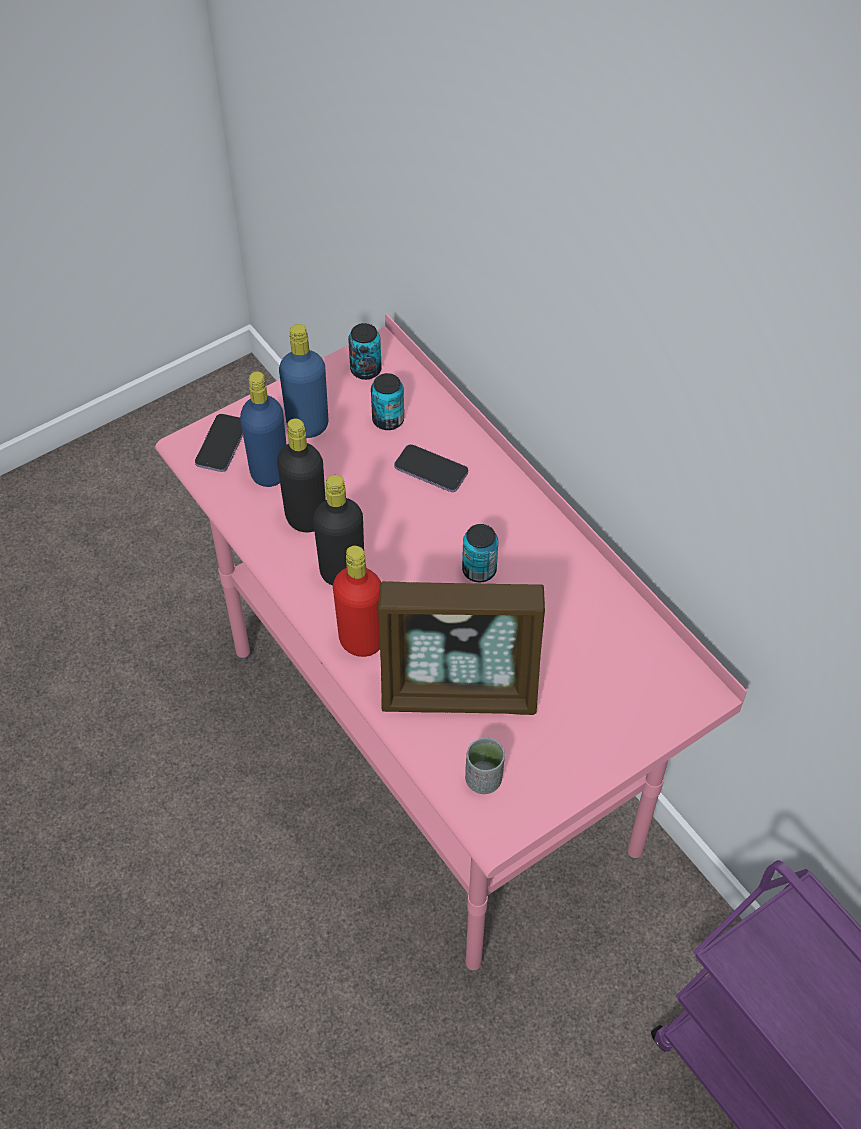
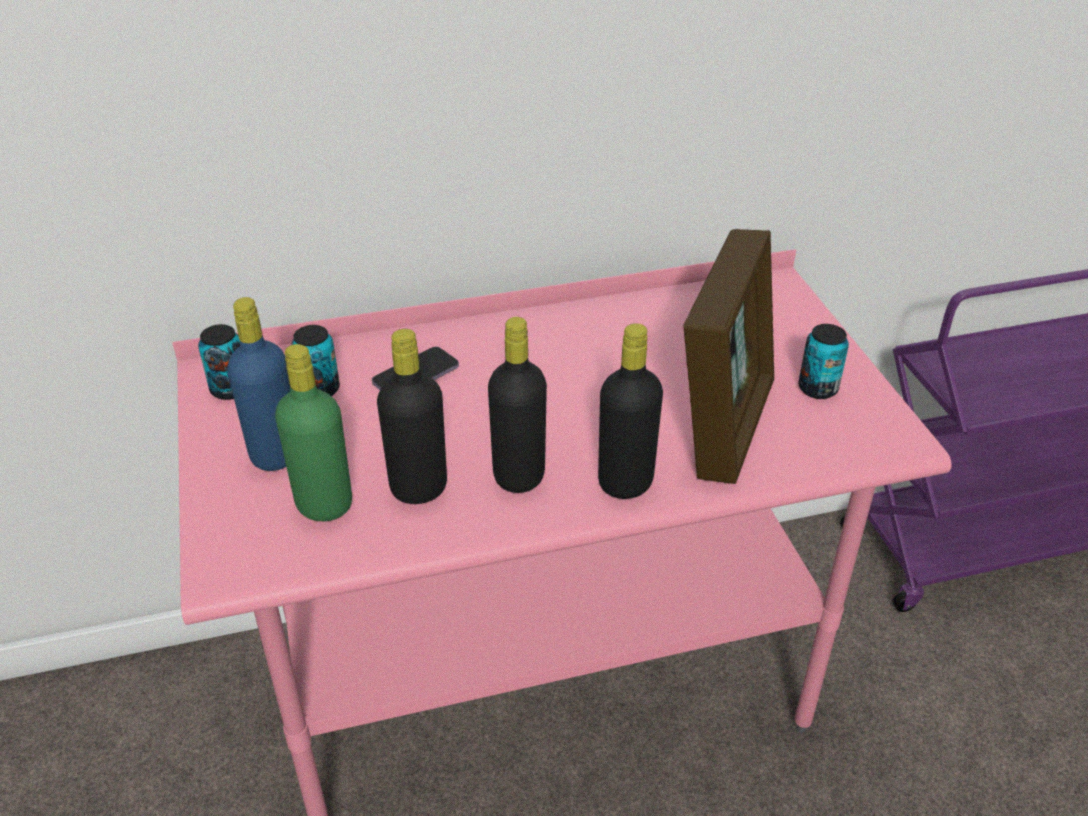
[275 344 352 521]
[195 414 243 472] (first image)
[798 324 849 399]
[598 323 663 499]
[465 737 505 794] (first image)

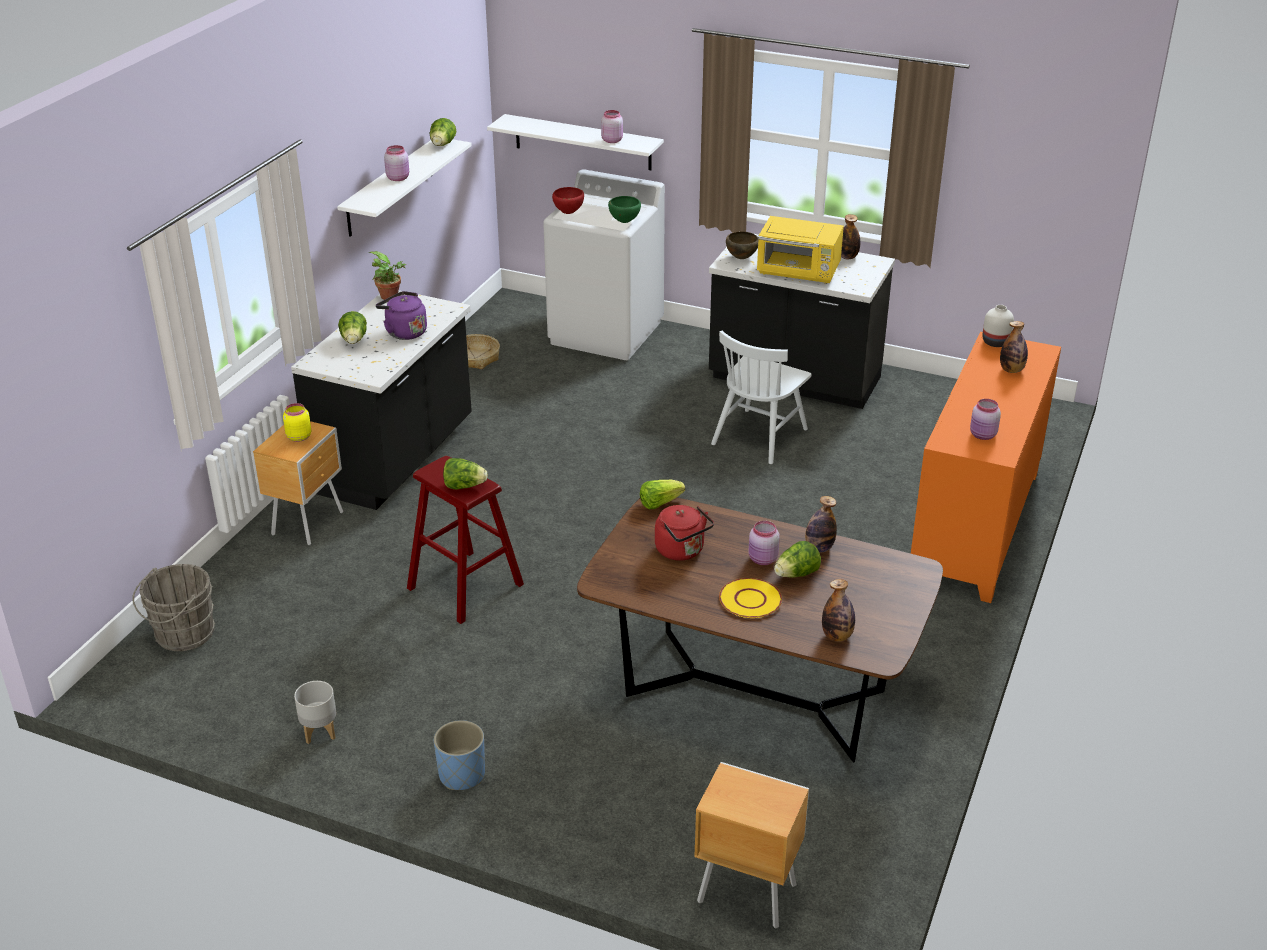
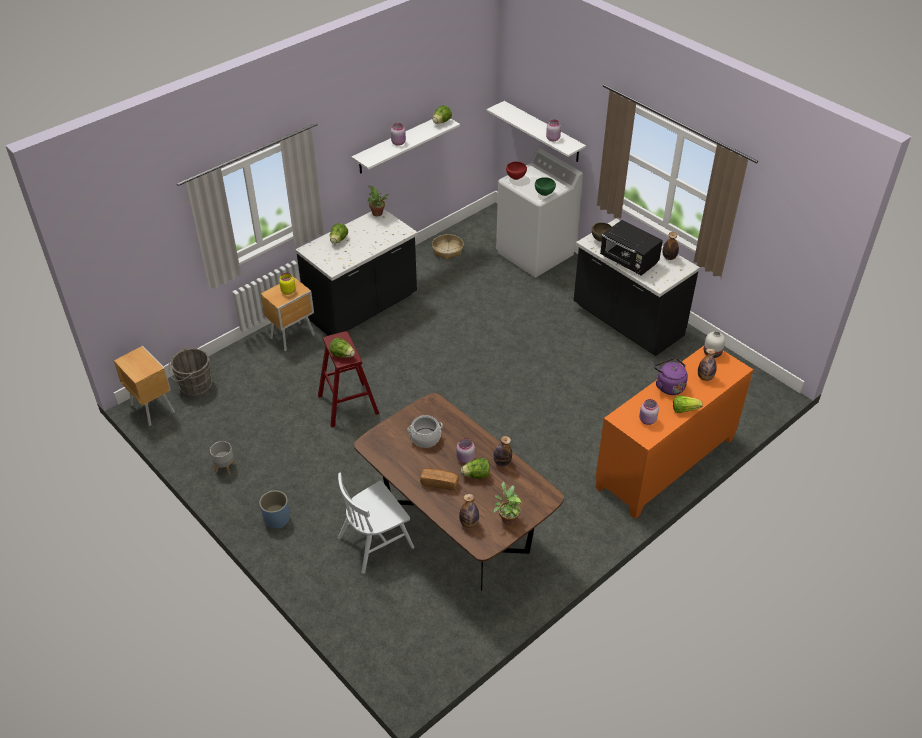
[600 220 663 276]
[654 358 688 395]
[338 473 414 574]
[673 395 703 413]
[407 415 443 448]
[420 468 459 490]
[114 346 175 426]
[493 481 522 525]

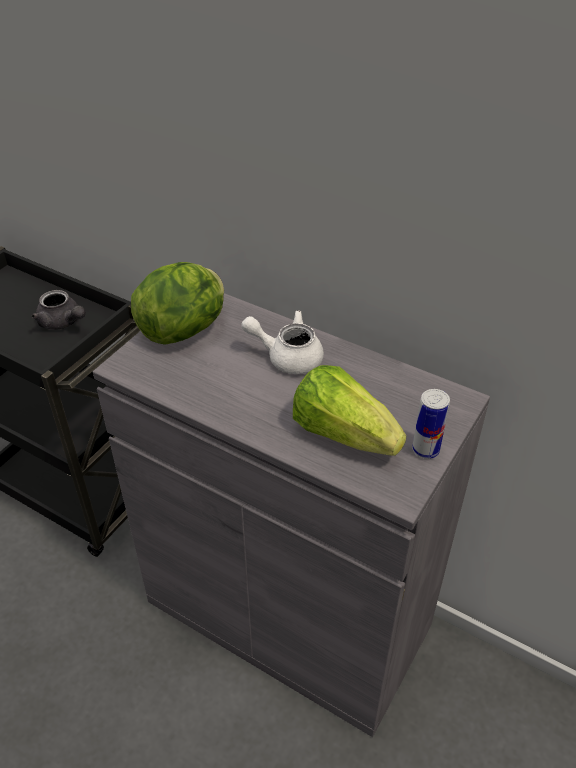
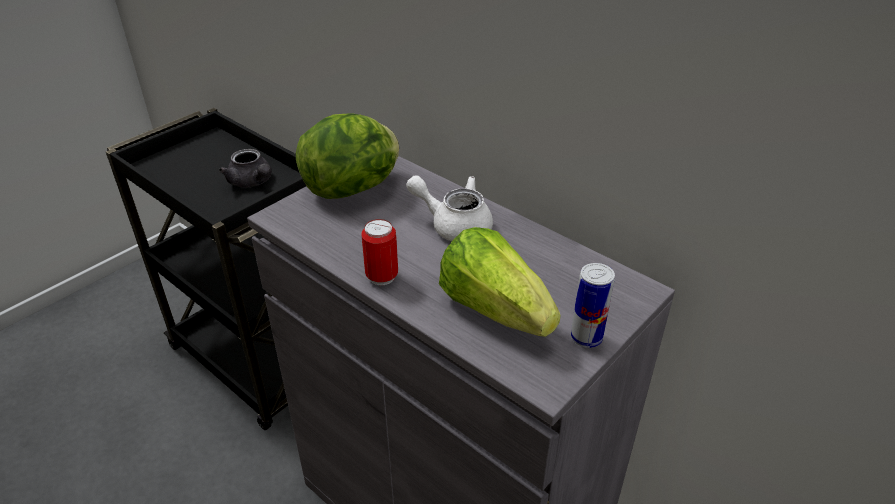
[361 219 398 285]

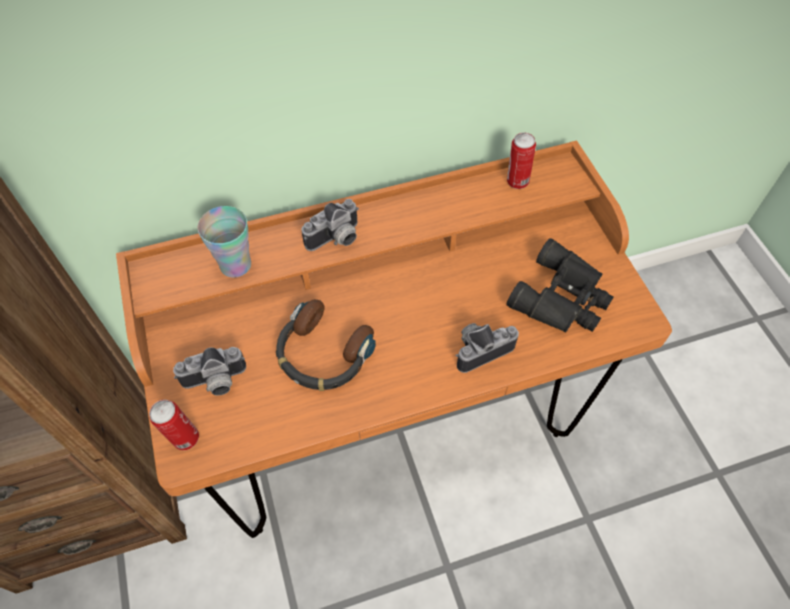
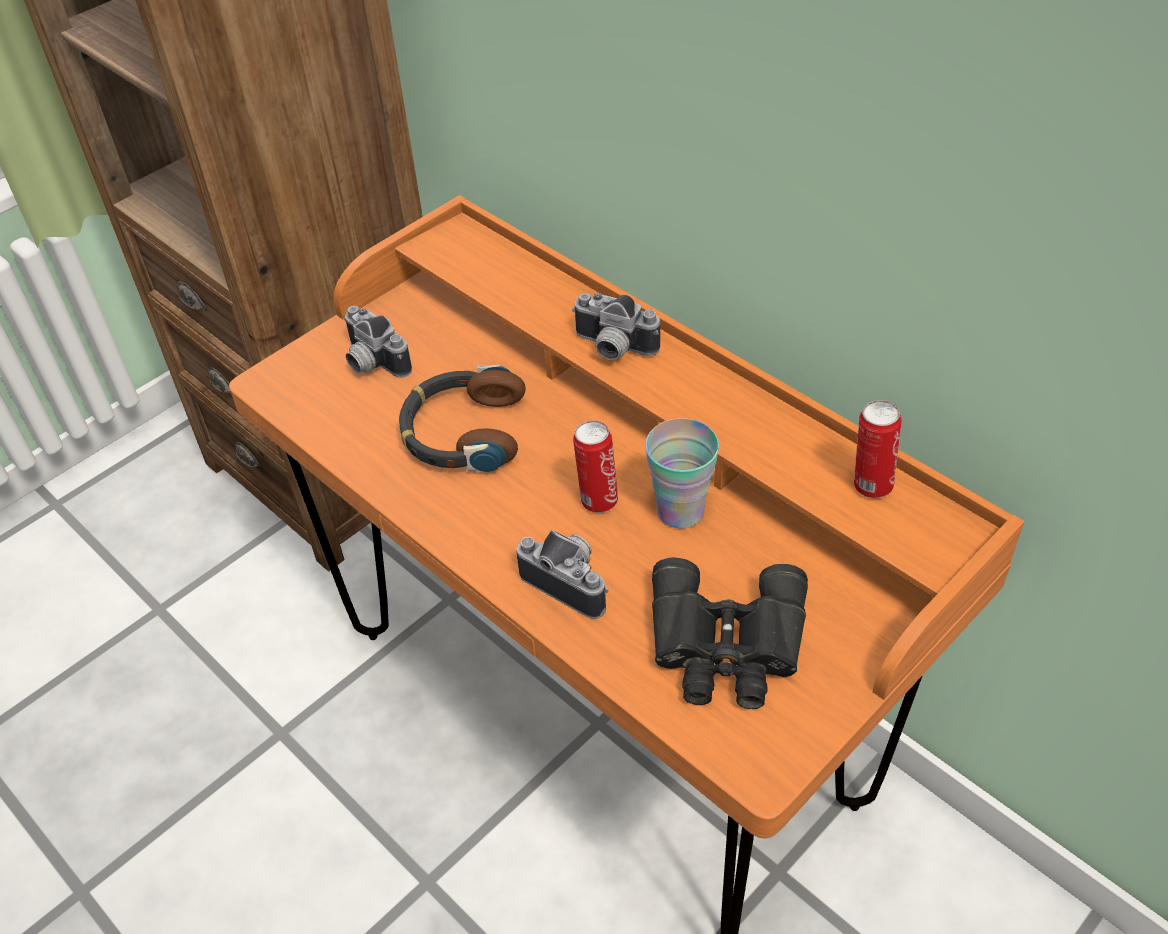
[645 418 719 529]
[573 420 618 513]

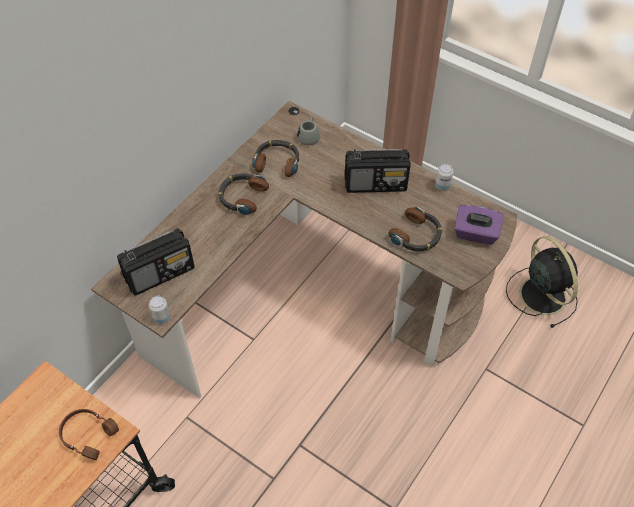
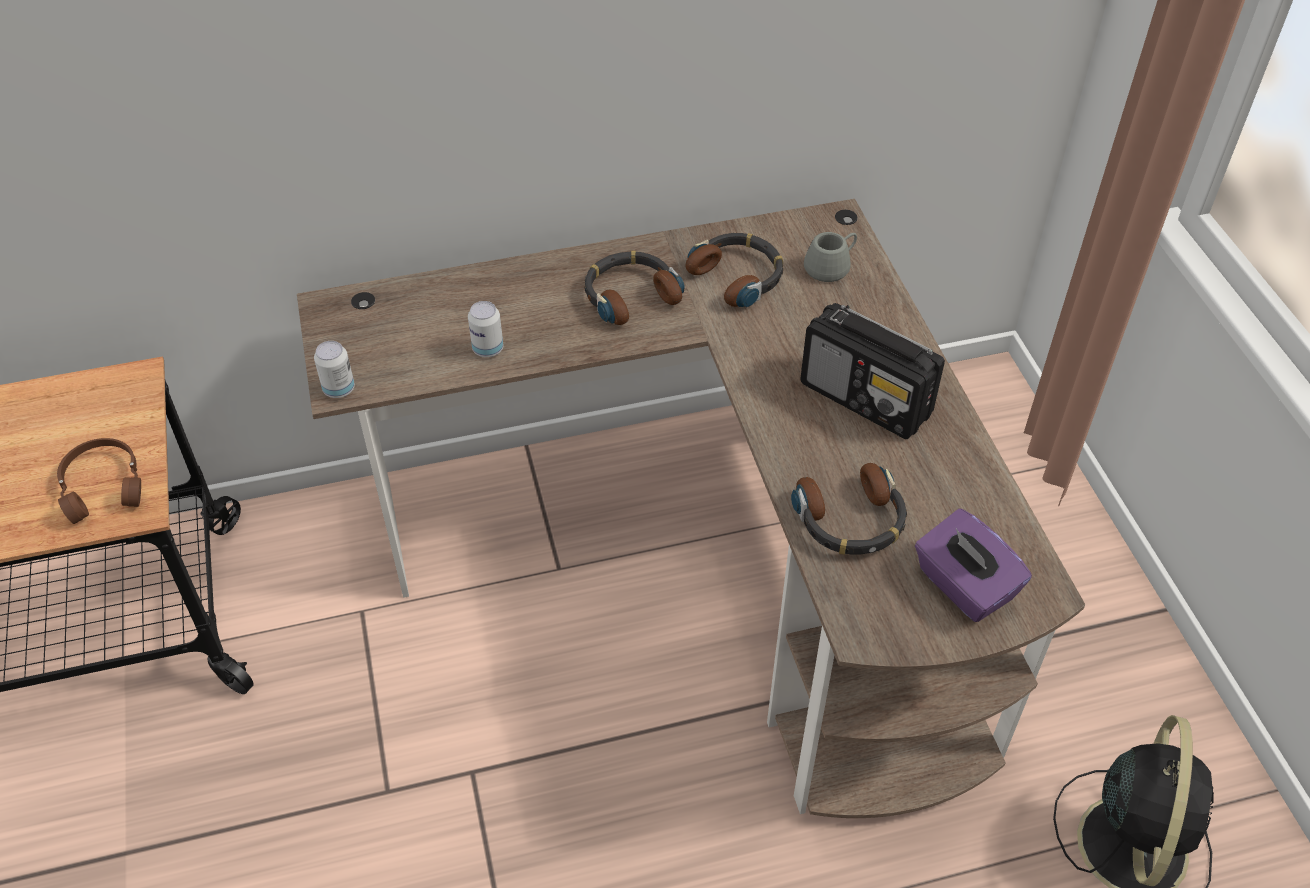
[468 301 503 357]
[117 228 195 296] (first image)

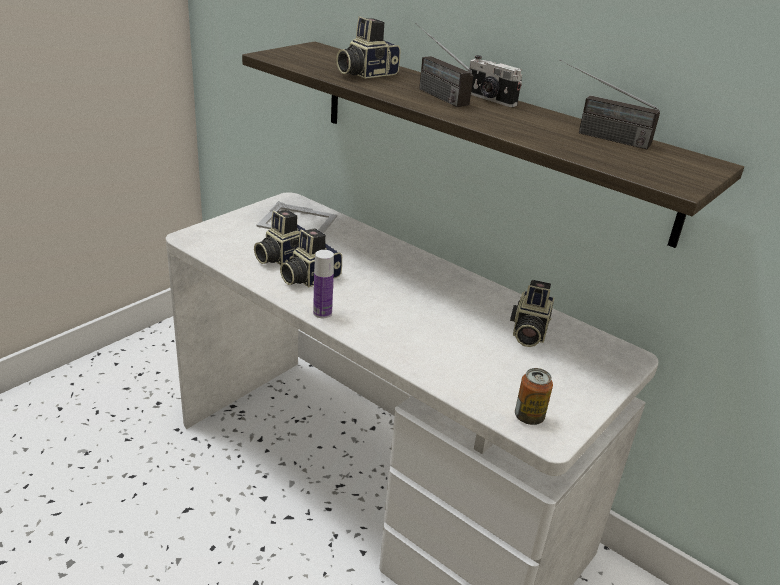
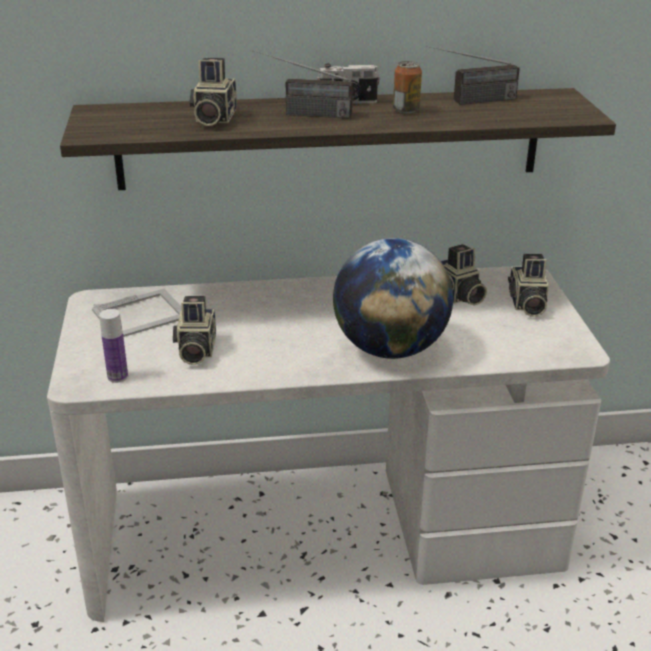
[508 254 549 317]
[99 309 128 383]
[393 61 422 114]
[333 238 453 359]

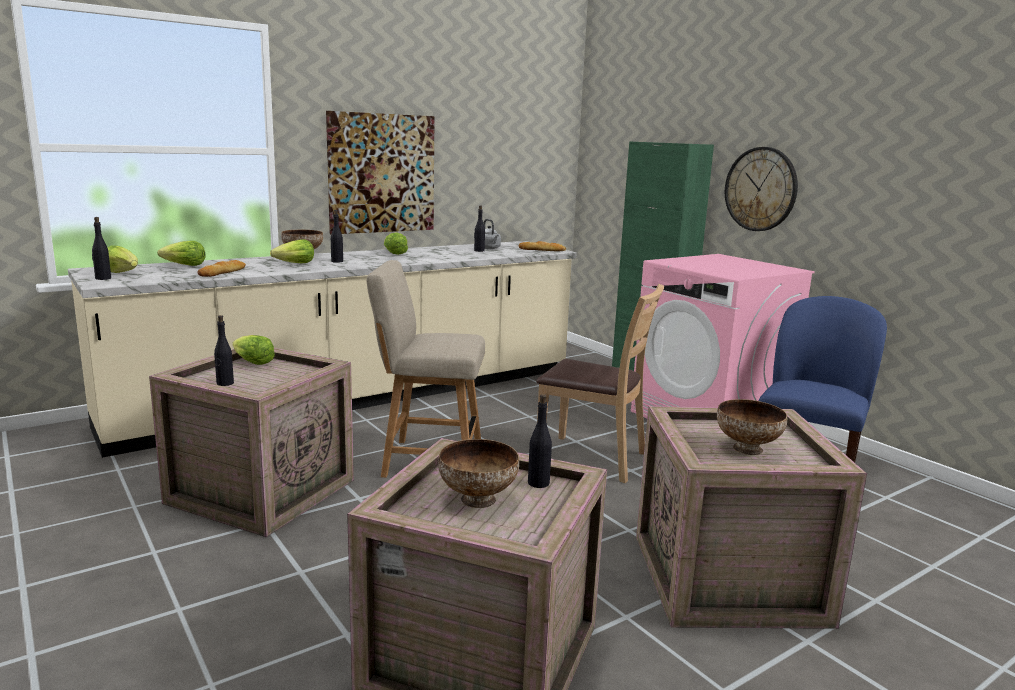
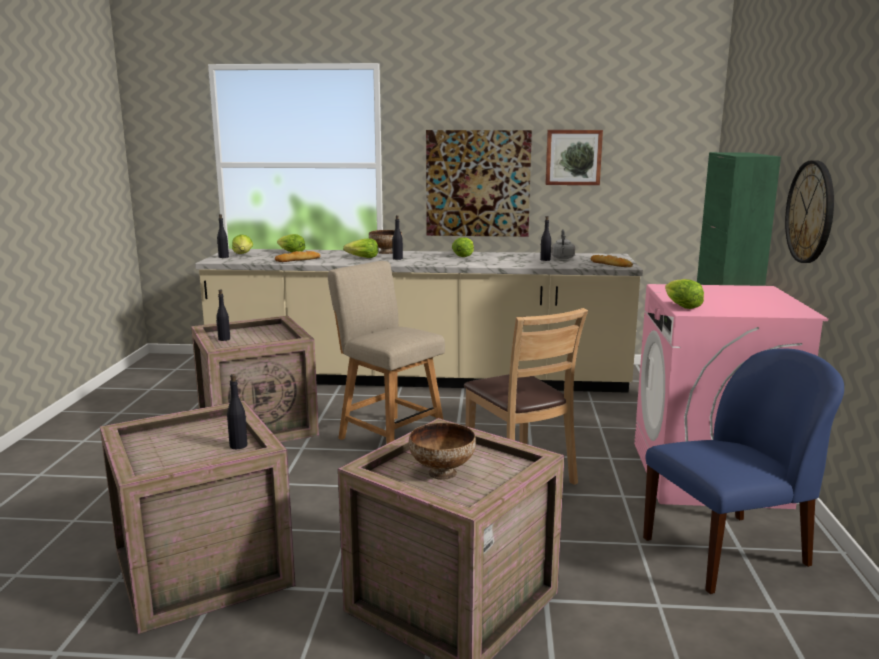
[665 279 704 309]
[438 439 519 508] (first image)
[545 130 603 185]

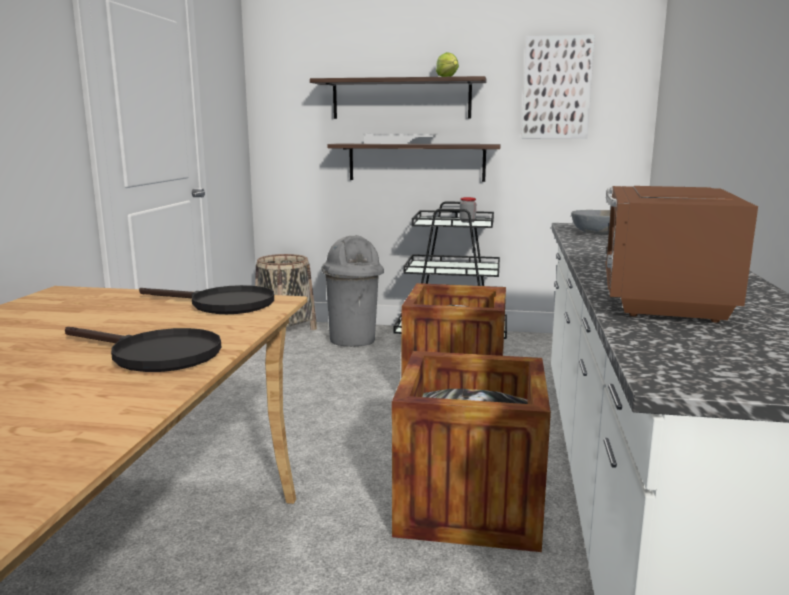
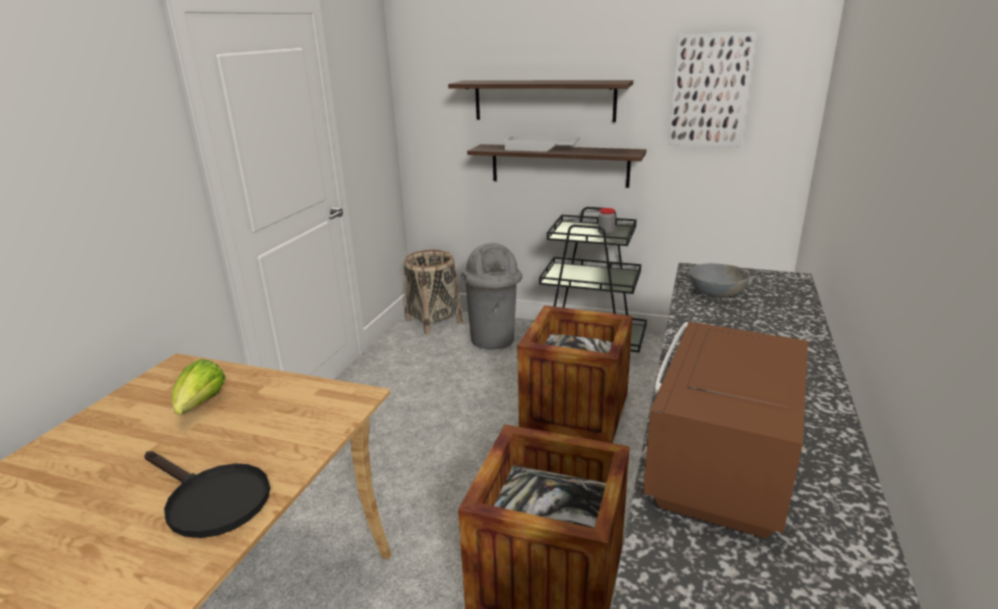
[172 359 225 415]
[139 285 274 314] (first image)

